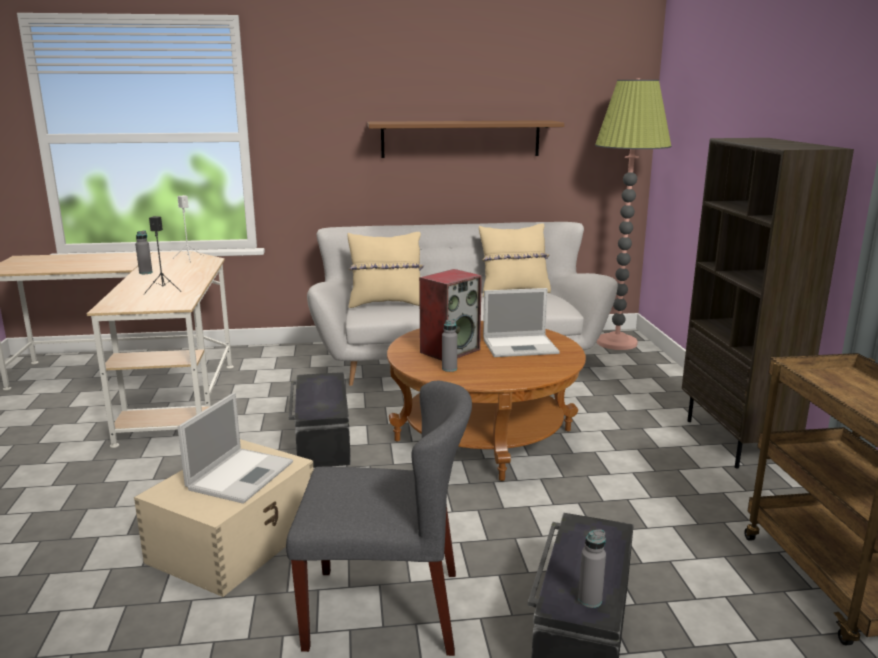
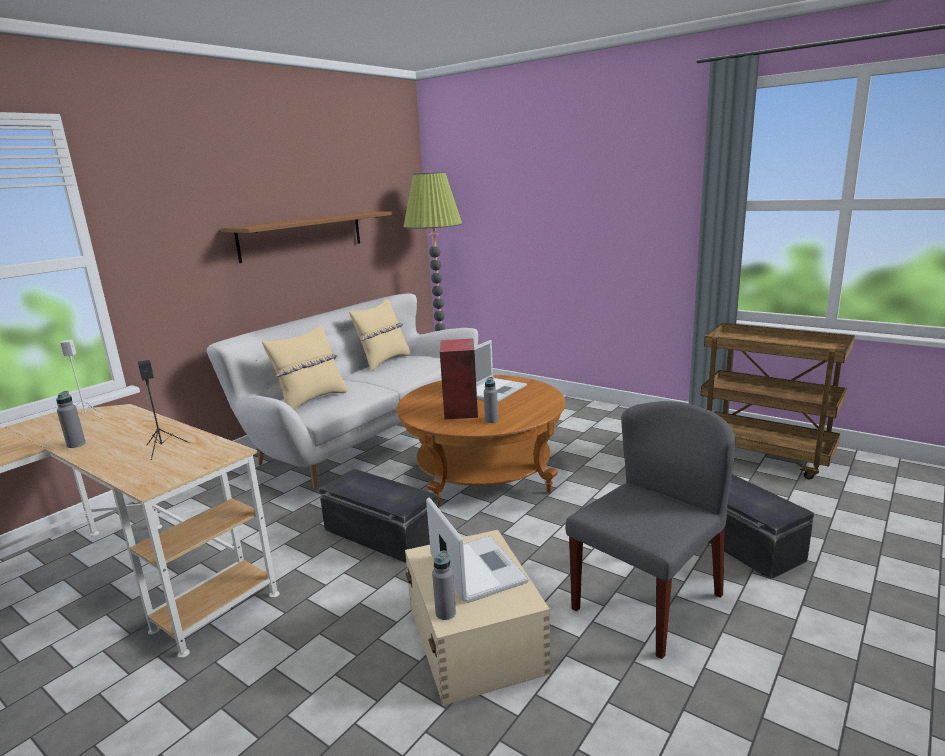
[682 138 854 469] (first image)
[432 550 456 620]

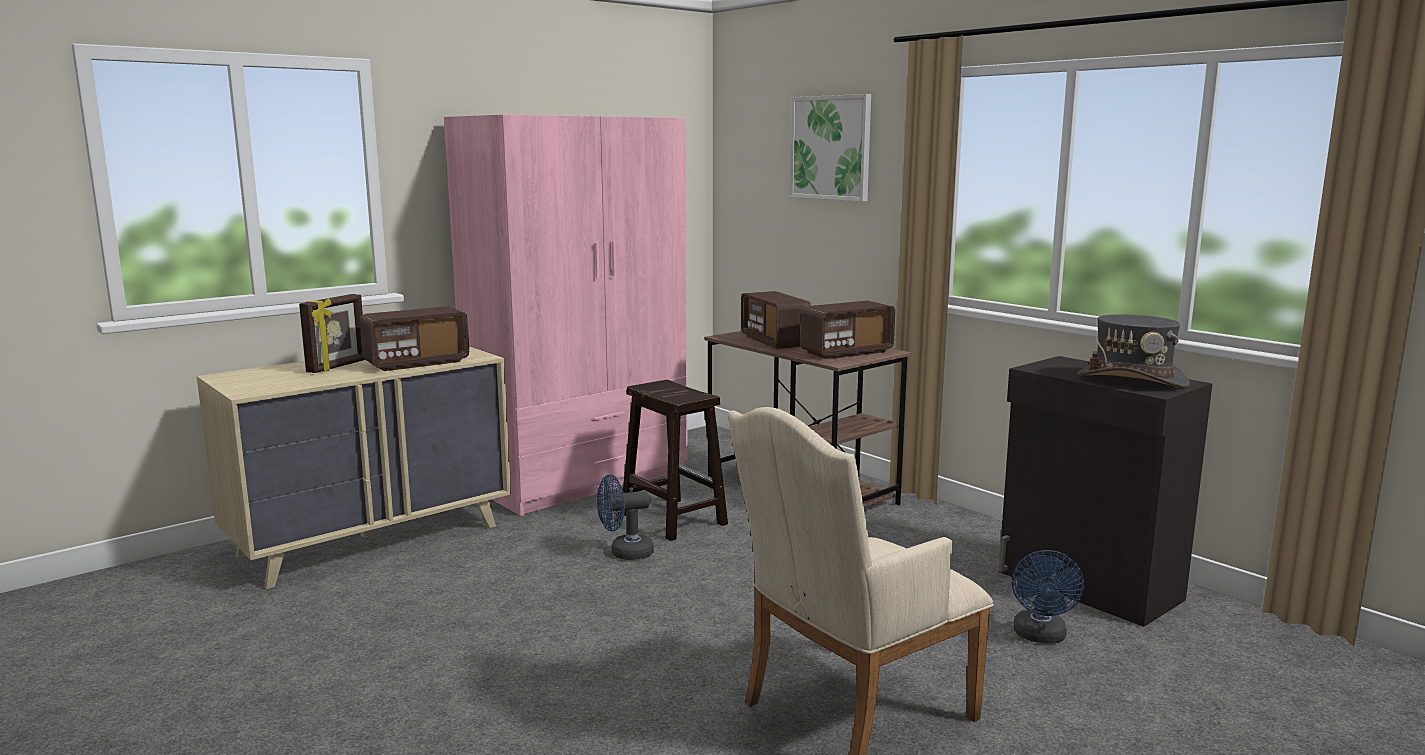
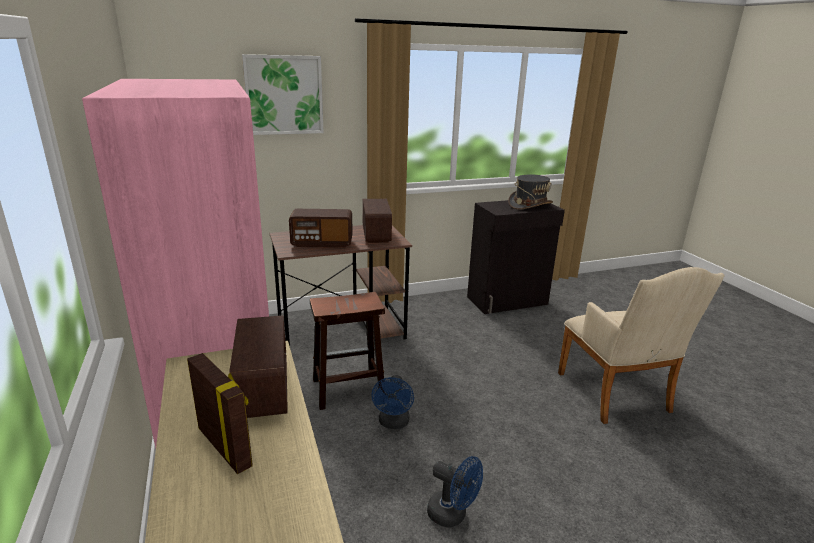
[427 456 483 527]

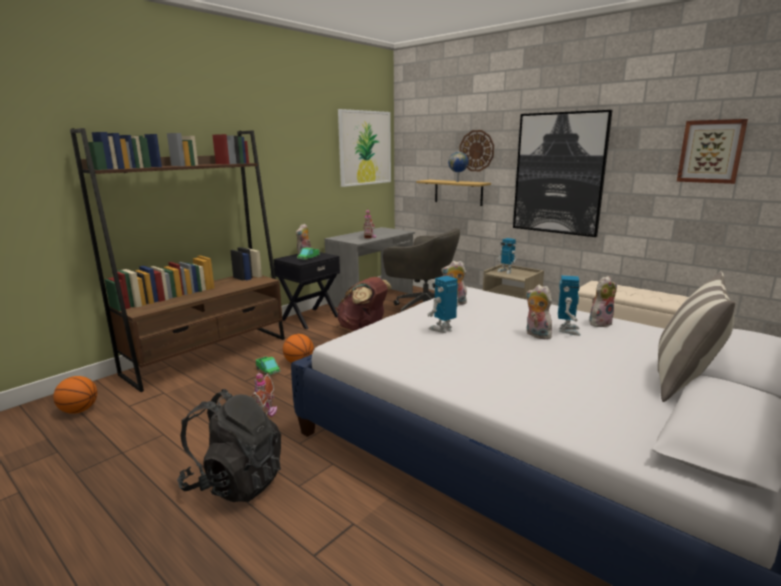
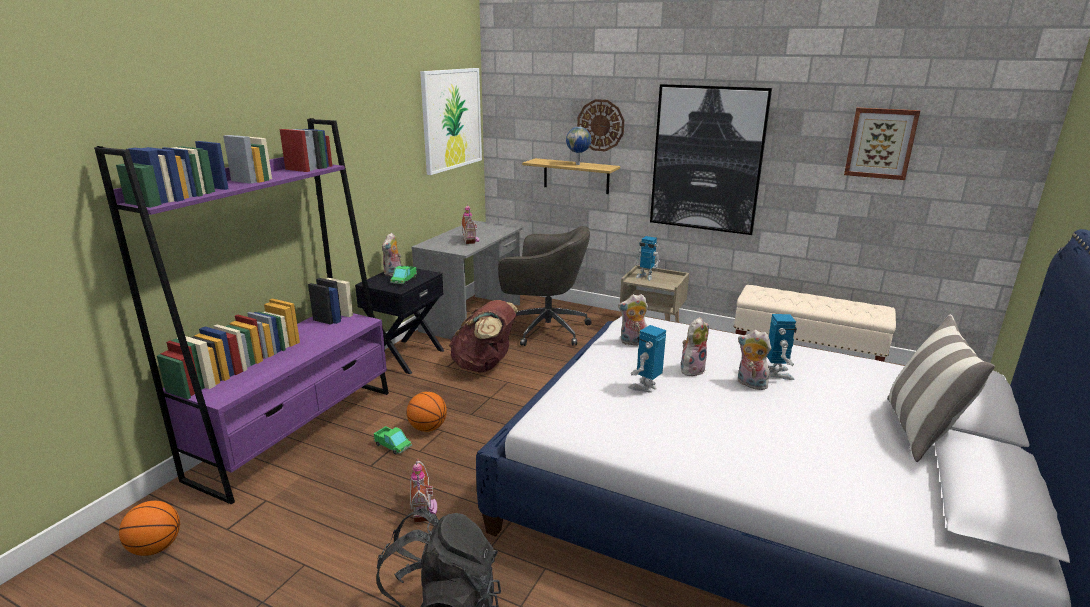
[94 118 389 505]
[681 317 709 376]

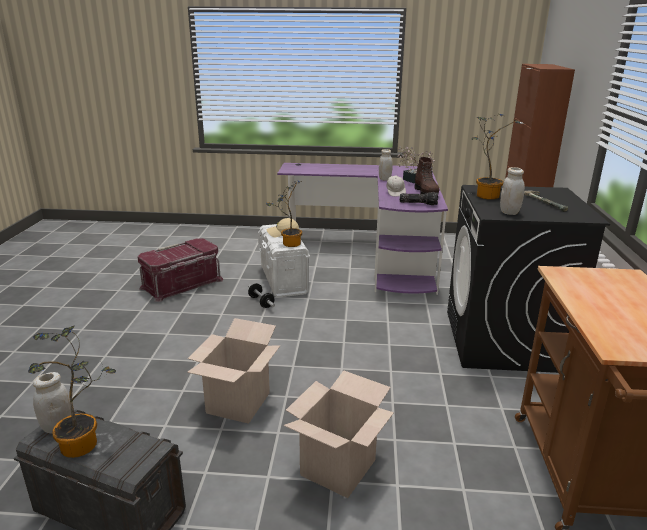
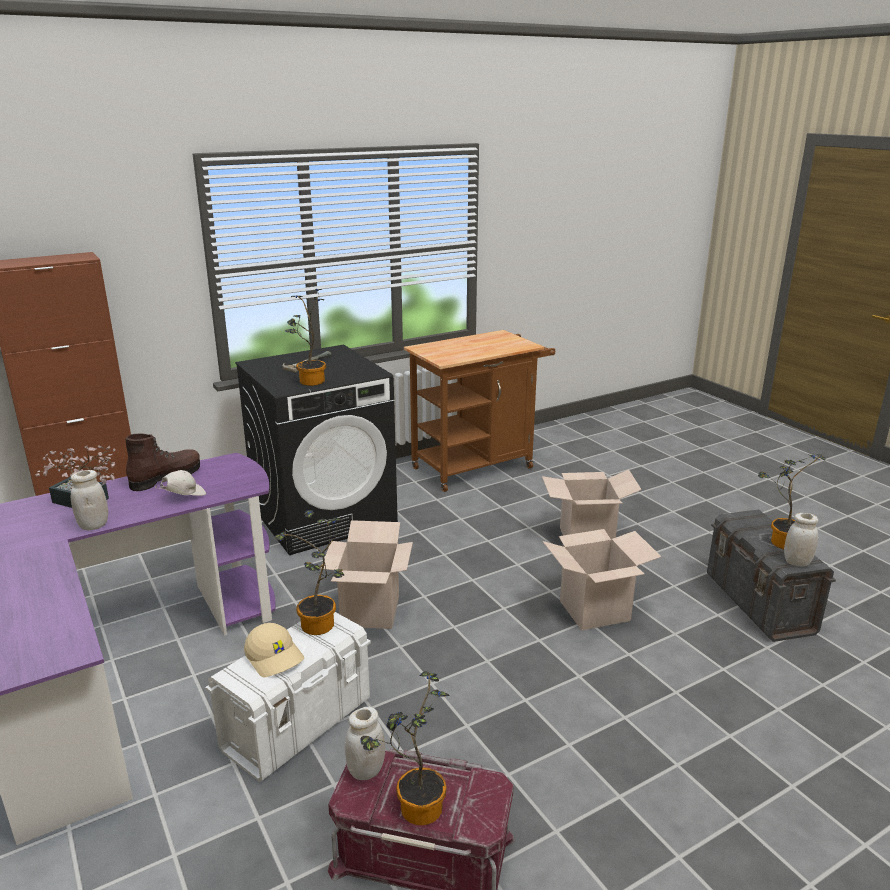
[345 707 385 780]
[400 192 438 205] (first image)
[248 283 275 308] (first image)
[320 520 413 629]
[360 671 449 825]

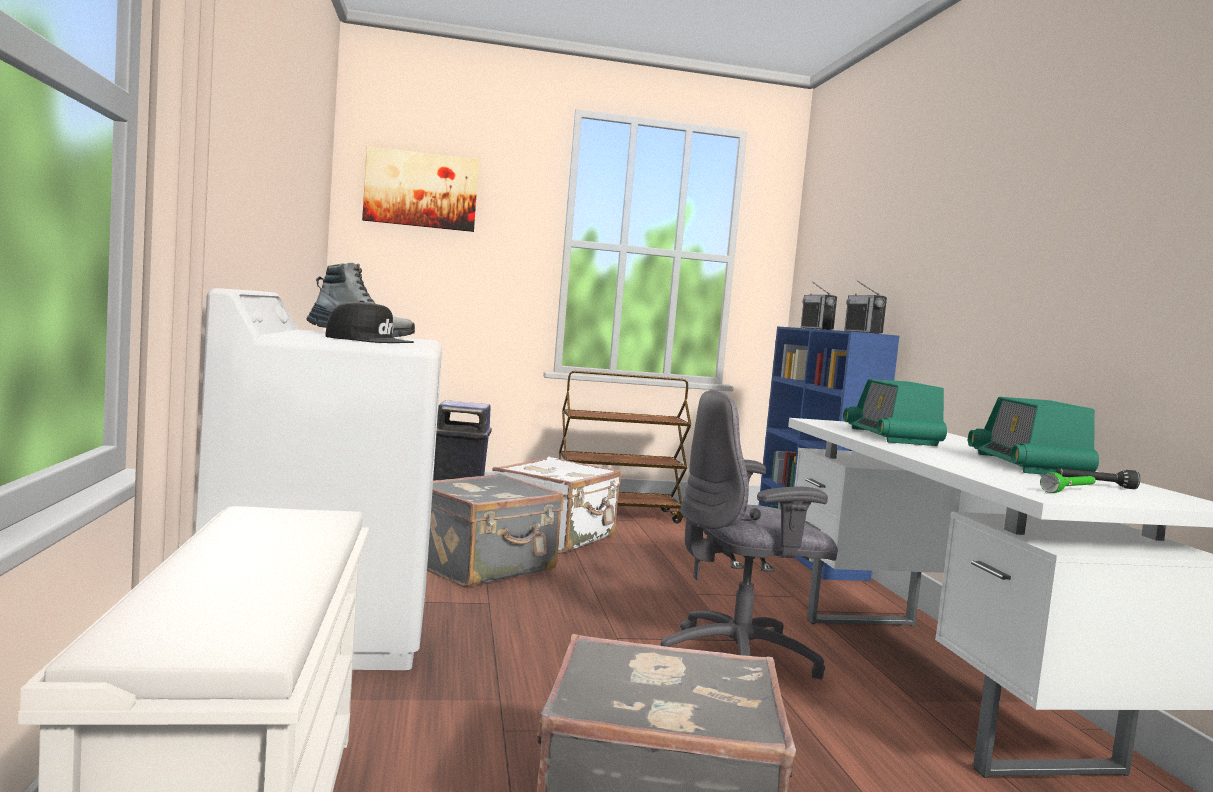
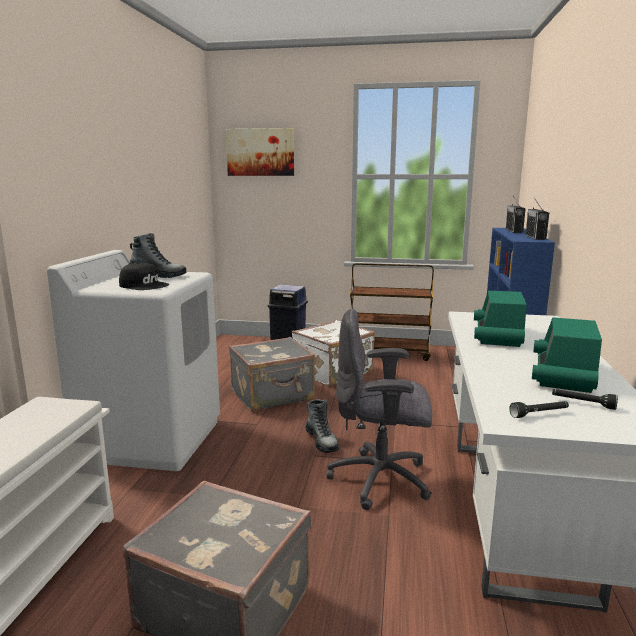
[509 401 569 418]
[305 399 339 453]

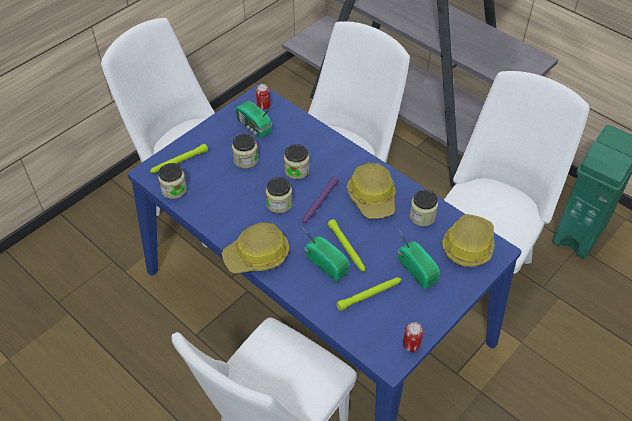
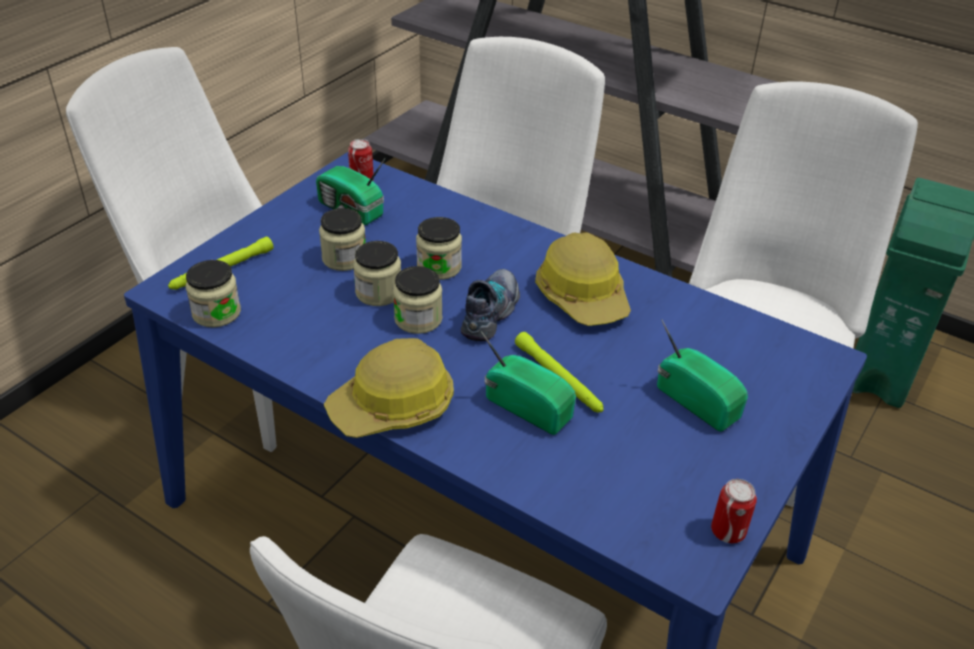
[461 269 520 341]
[353 241 401 306]
[442 214 495 267] (first image)
[336 277 401 311] (first image)

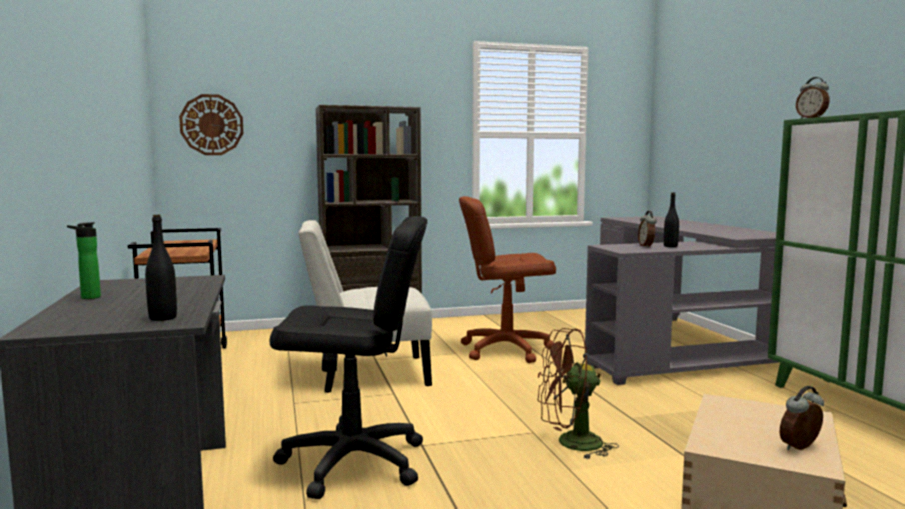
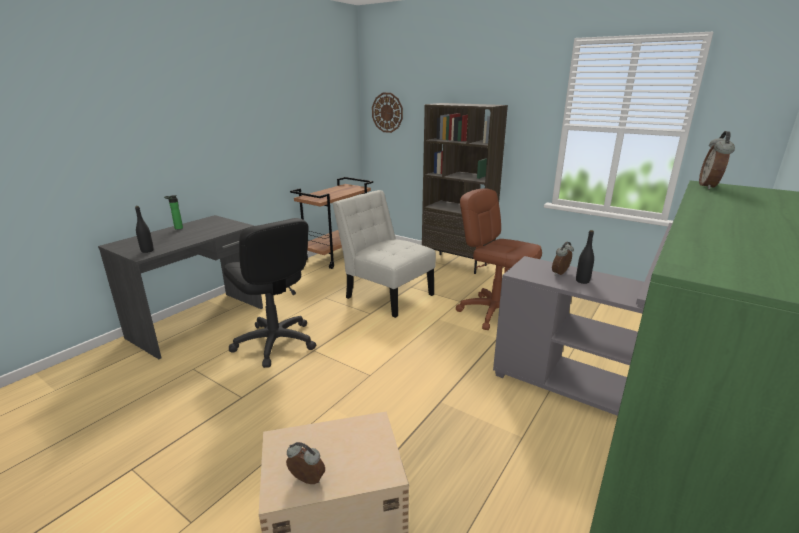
[538 328 619 459] (first image)

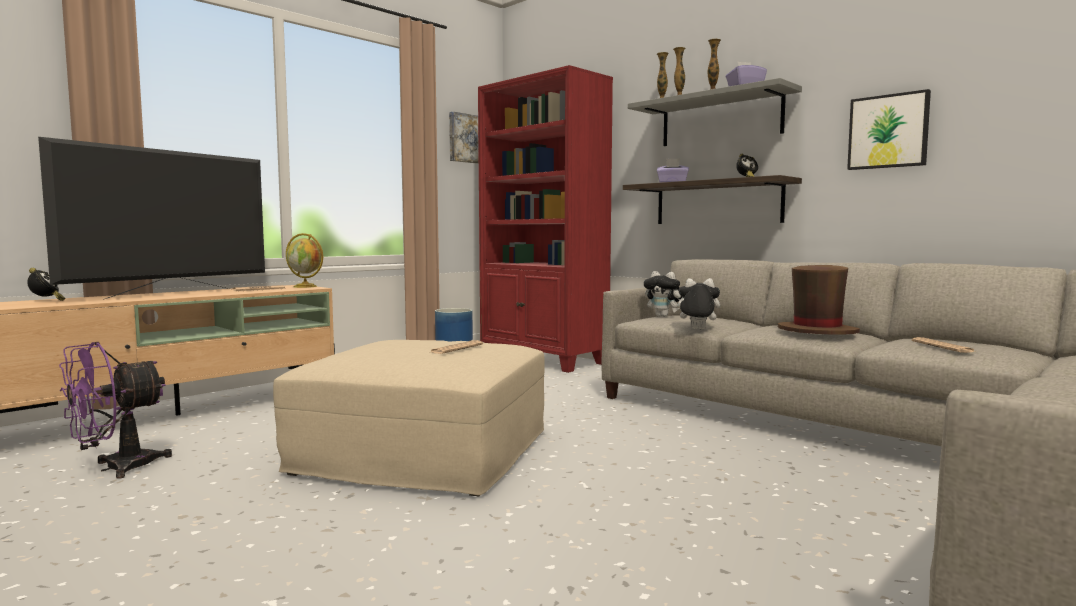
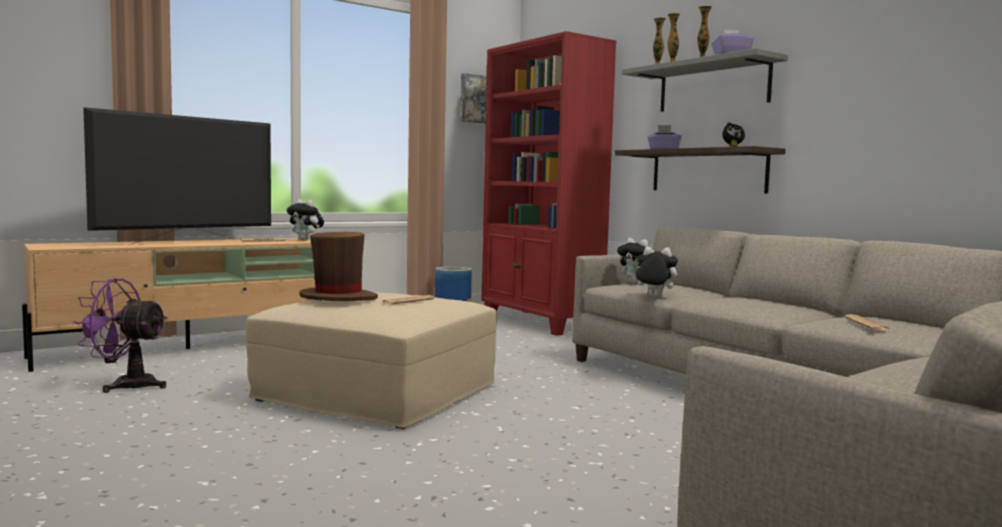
[847 89 931 170] (first image)
[287 199 324 241]
[299 232 378 301]
[27 268 65 301] (first image)
[73 278 168 393]

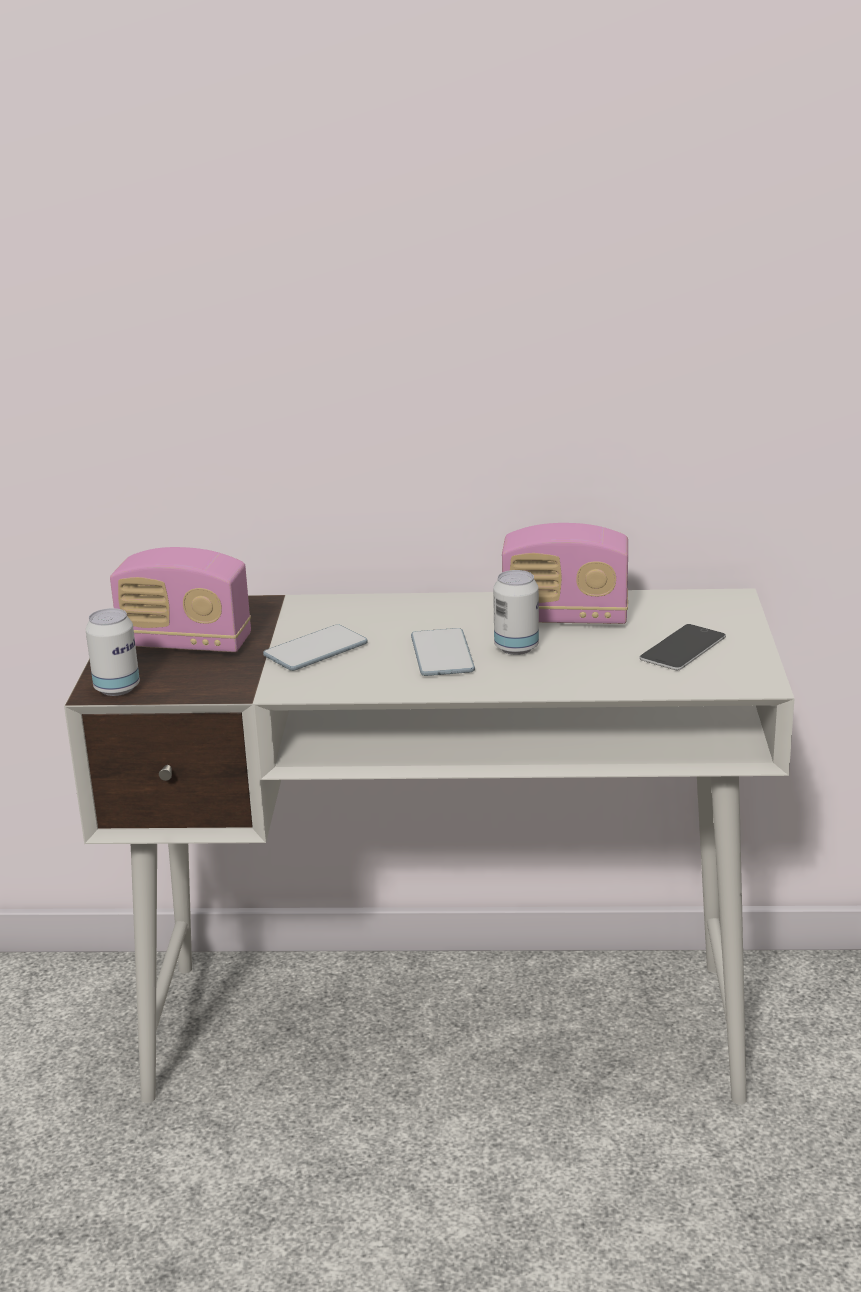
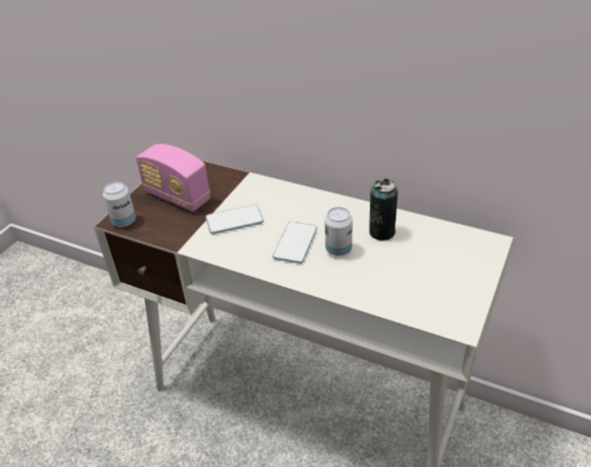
[369 179 398 241]
[639 624 726 670] (first image)

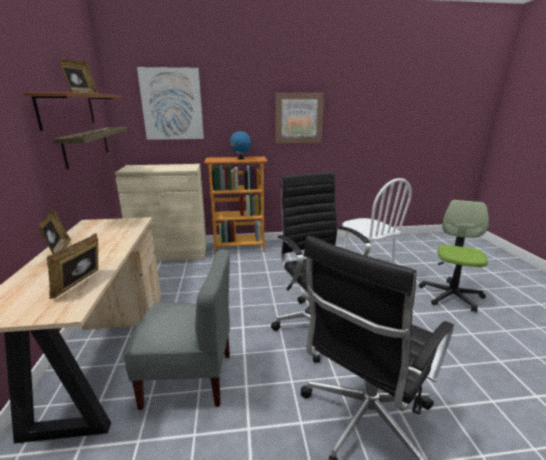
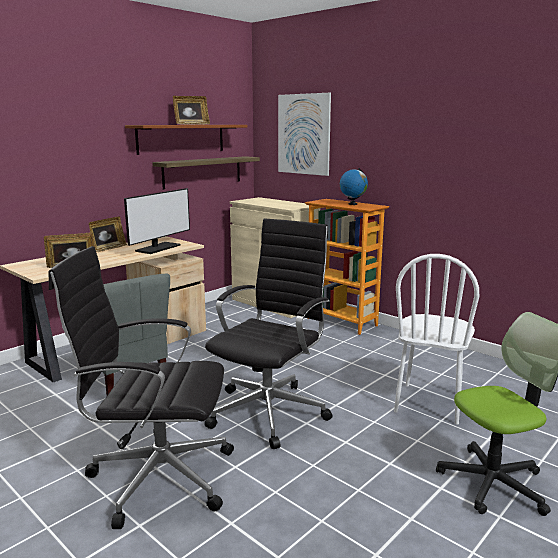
[275 93 324 143] (first image)
[124 188 190 254]

